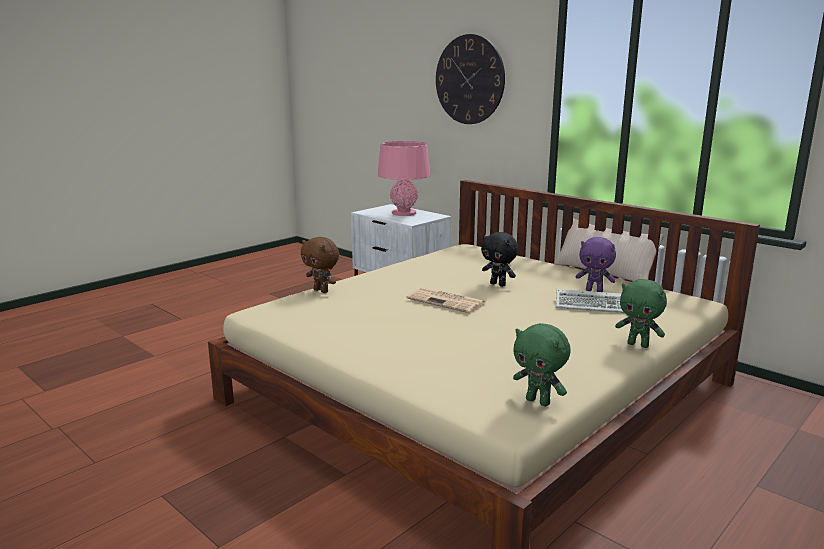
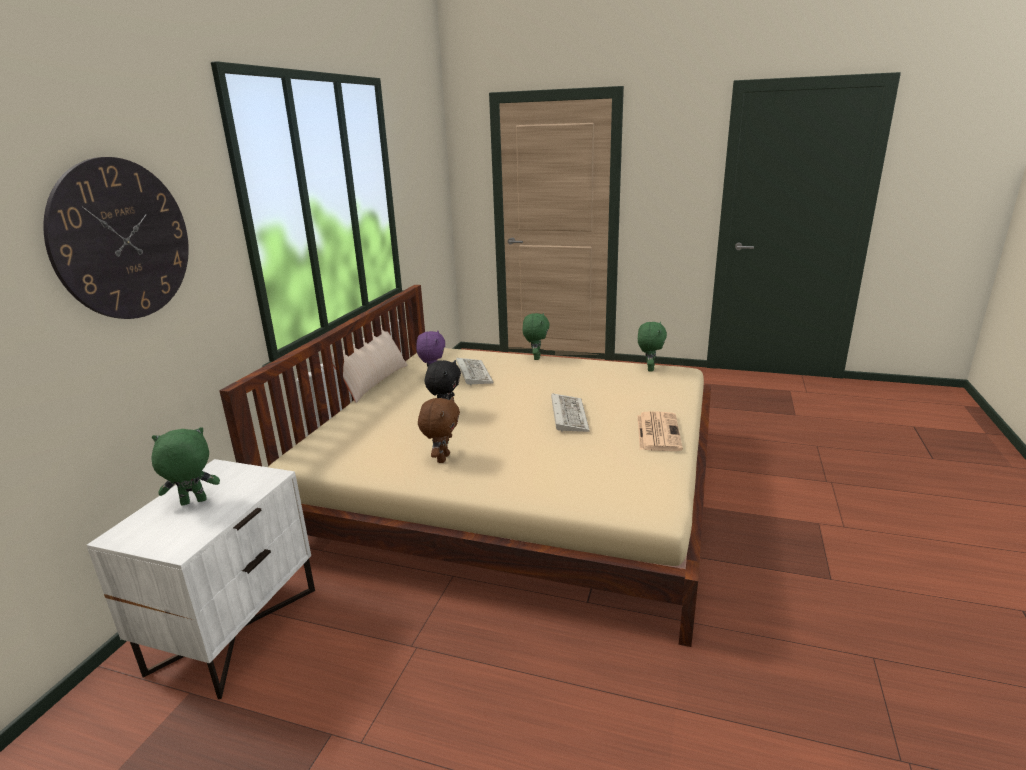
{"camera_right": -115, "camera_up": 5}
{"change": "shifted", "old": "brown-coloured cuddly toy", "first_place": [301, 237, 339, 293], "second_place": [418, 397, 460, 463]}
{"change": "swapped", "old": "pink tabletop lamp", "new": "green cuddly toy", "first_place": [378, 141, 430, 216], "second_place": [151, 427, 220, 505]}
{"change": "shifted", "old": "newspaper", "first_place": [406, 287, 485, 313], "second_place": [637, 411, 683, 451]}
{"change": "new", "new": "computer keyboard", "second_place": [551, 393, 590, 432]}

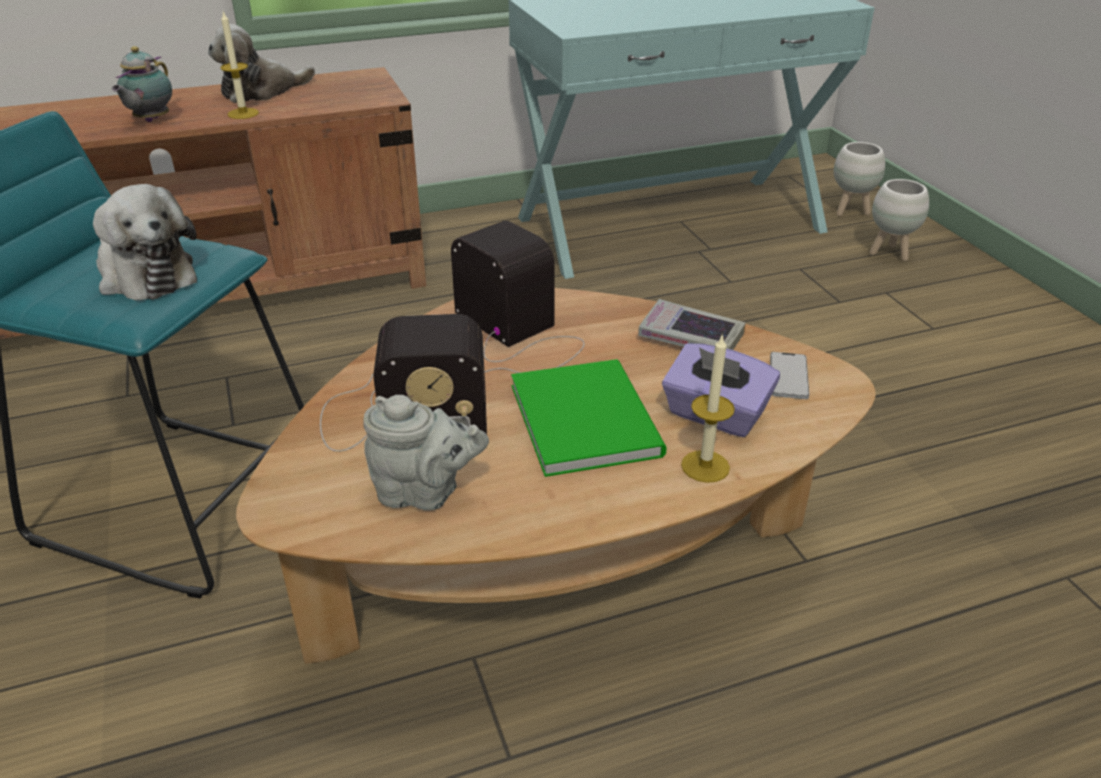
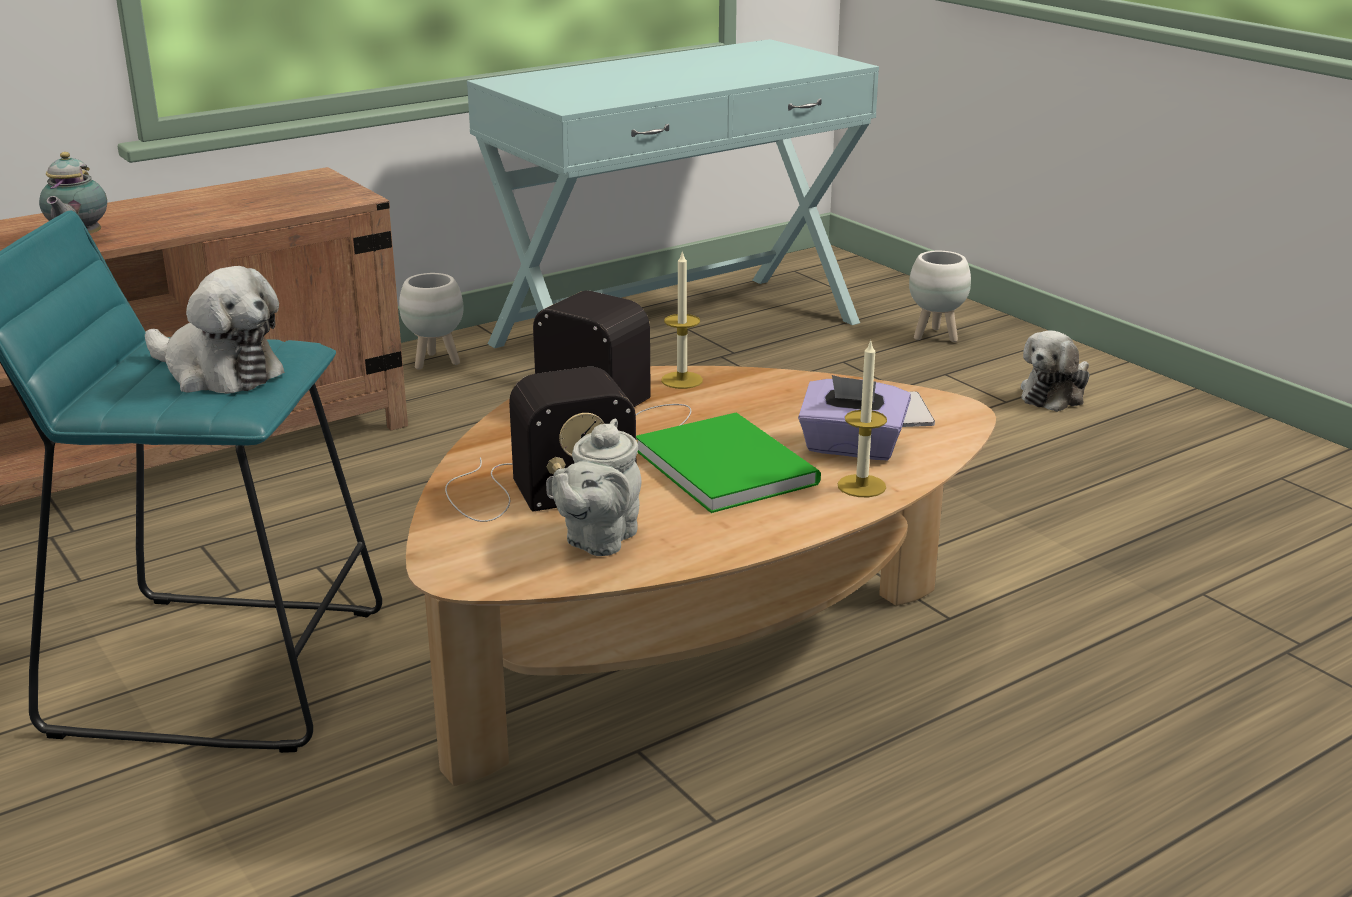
{"camera_right": -15, "camera_up": -10}
{"change": "shifted", "old": "cuddly toy", "first_place": [208, 24, 315, 103], "second_place": [1021, 330, 1089, 412]}
{"change": "shifted", "old": "candle", "first_place": [220, 11, 259, 119], "second_place": [661, 251, 703, 389]}
{"change": "rotated", "old": "gray pot for tea", "first_place": [363, 395, 489, 510], "second_place": [552, 419, 642, 556], "degrees": 120}
{"change": "gone", "old": "book", "first_place": [638, 299, 746, 350]}
{"change": "shifted", "old": "white-coloured flower pot", "first_place": [834, 142, 885, 216], "second_place": [399, 273, 464, 370]}

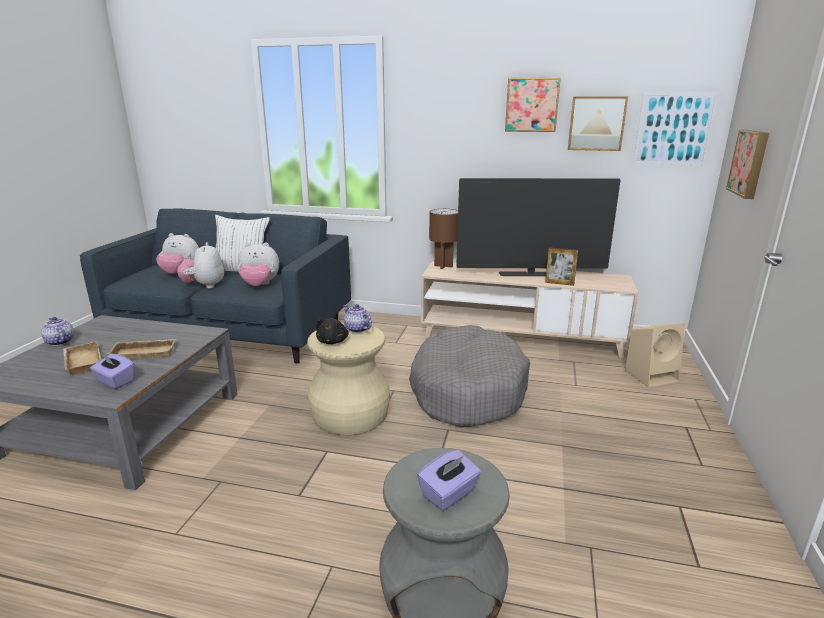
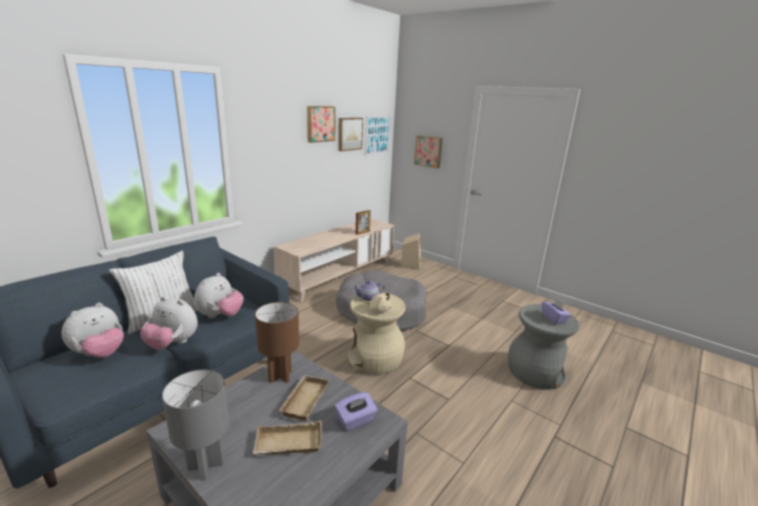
{"camera_right": -65, "camera_up": 0}
{"change": "swapped", "old": "pot for tea", "new": "gray tabletop lamp", "first_place": [41, 317, 74, 346], "second_place": [162, 370, 229, 481]}
{"change": "repainted", "old": "black-coloured cuddly toy", "new": "beige cuddly toy", "first_place": [316, 318, 349, 344], "second_place": [363, 292, 391, 313]}
{"change": "shifted", "old": "brown-coloured tabletop lamp", "first_place": [429, 209, 458, 269], "second_place": [255, 302, 299, 383]}
{"change": "gone", "old": "TV set", "first_place": [456, 178, 621, 276]}

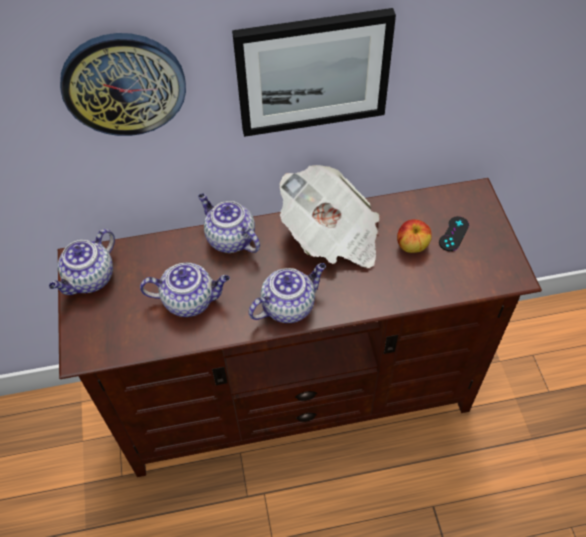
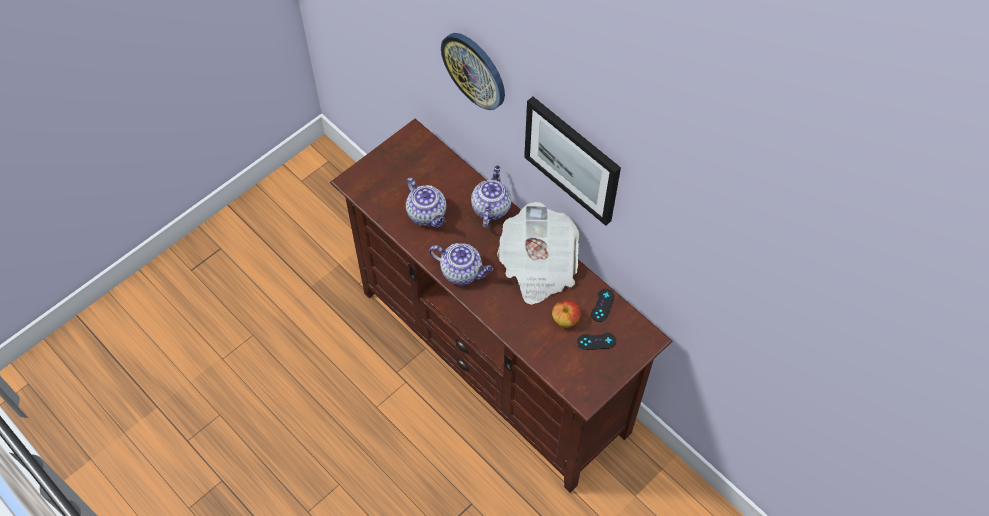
{"camera_right": 55, "camera_up": 5}
{"change": "gone", "old": "pot for tea", "first_place": [49, 229, 115, 295]}
{"change": "new", "new": "black-coloured joypad", "second_place": [591, 289, 615, 322]}

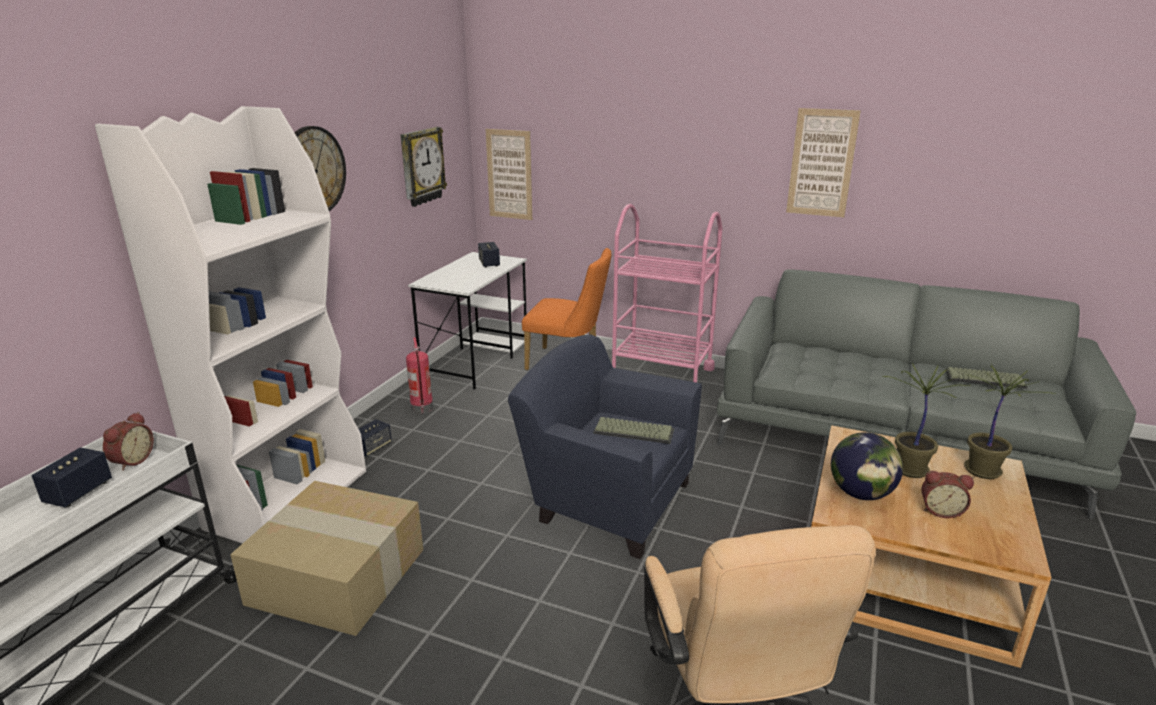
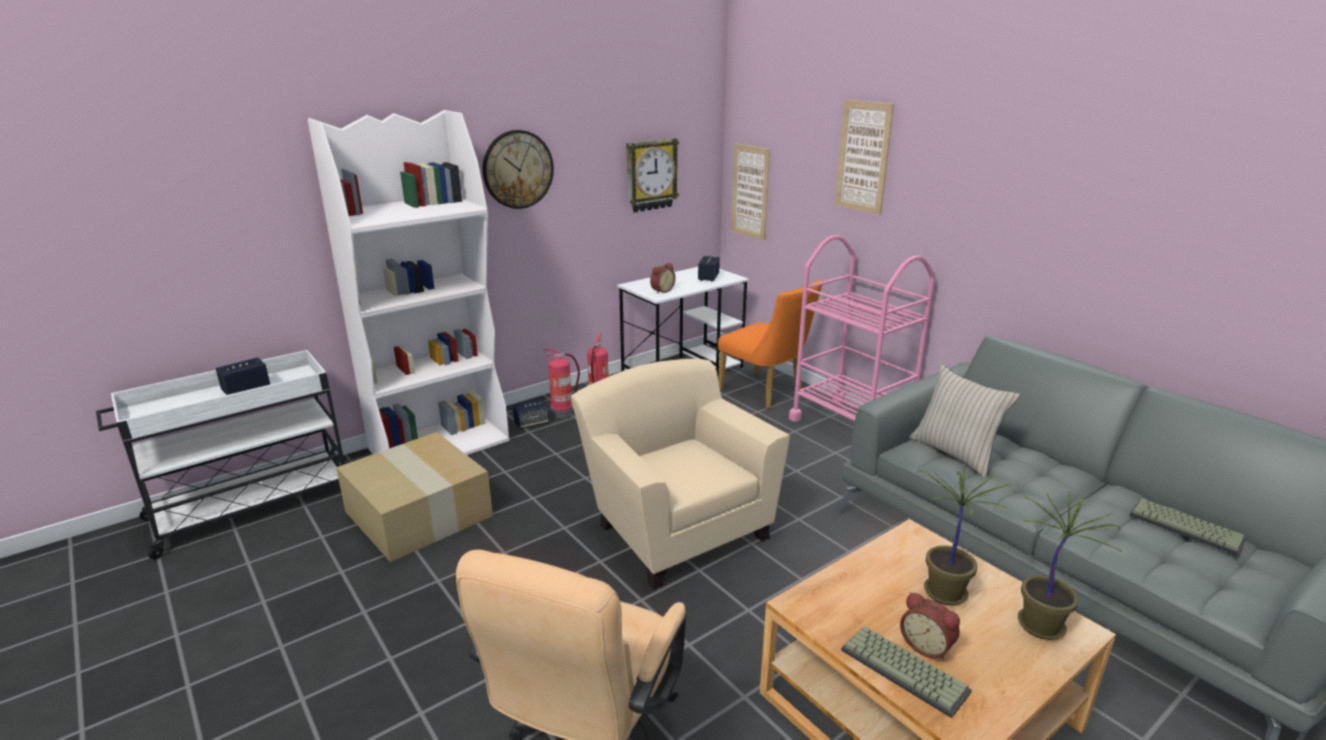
{"camera_right": 30, "camera_up": 0}
{"change": "shifted", "old": "bedside clock", "first_place": [103, 412, 154, 471], "second_place": [650, 263, 676, 294]}
{"change": "repainted", "old": "blue-coloured armchair", "new": "beige armchair", "first_place": [508, 335, 702, 559], "second_place": [571, 359, 790, 589]}
{"change": "shifted", "old": "computer keyboard", "first_place": [593, 417, 674, 444], "second_place": [841, 626, 972, 718]}
{"change": "shifted", "old": "picture", "first_place": [786, 108, 861, 217], "second_place": [835, 100, 894, 215]}
{"change": "gone", "old": "globe", "first_place": [831, 432, 903, 500]}
{"change": "new", "new": "fire-fighting cylinder", "second_place": [544, 349, 580, 418]}
{"change": "new", "new": "beige pillow", "second_place": [910, 363, 1020, 478]}

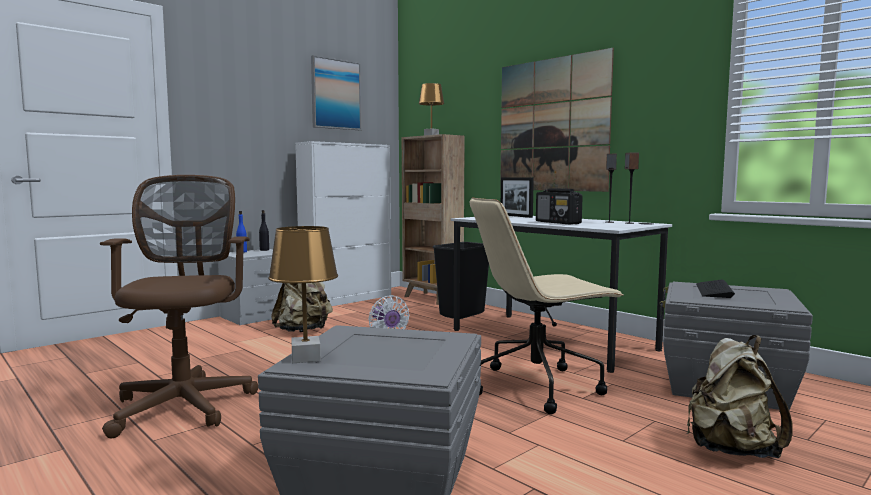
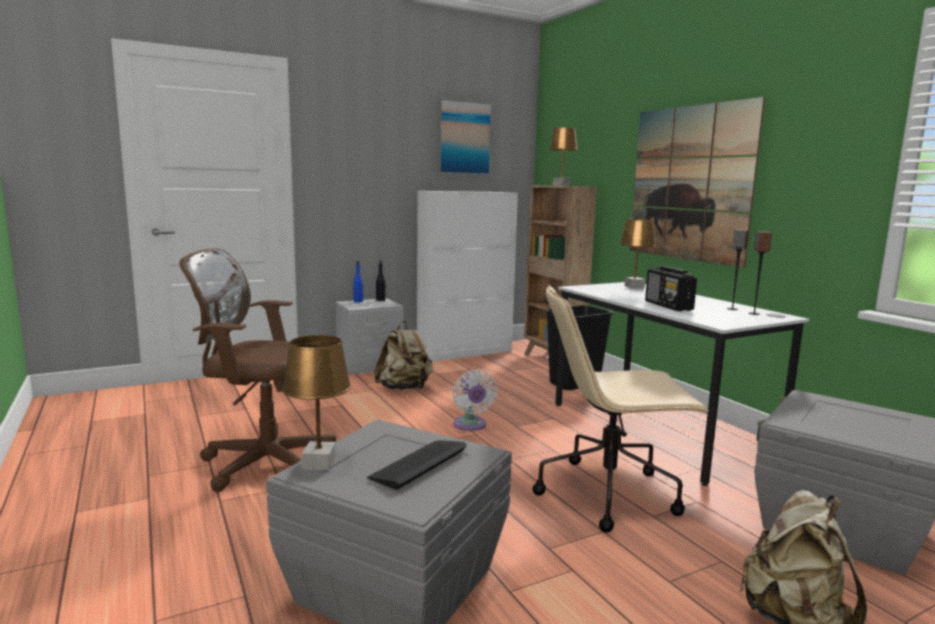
{"camera_right": 15, "camera_up": 5}
{"change": "rotated", "old": "brown-coloured desk chair", "first_place": [100, 175, 258, 438], "second_place": [179, 248, 336, 492], "degrees": -90}
{"change": "swapped", "old": "photo frame", "new": "brown-coloured tabletop lamp", "first_place": [501, 177, 534, 218], "second_place": [620, 219, 656, 289]}
{"change": "shifted", "old": "computer keyboard", "first_place": [696, 279, 735, 298], "second_place": [367, 440, 467, 490]}

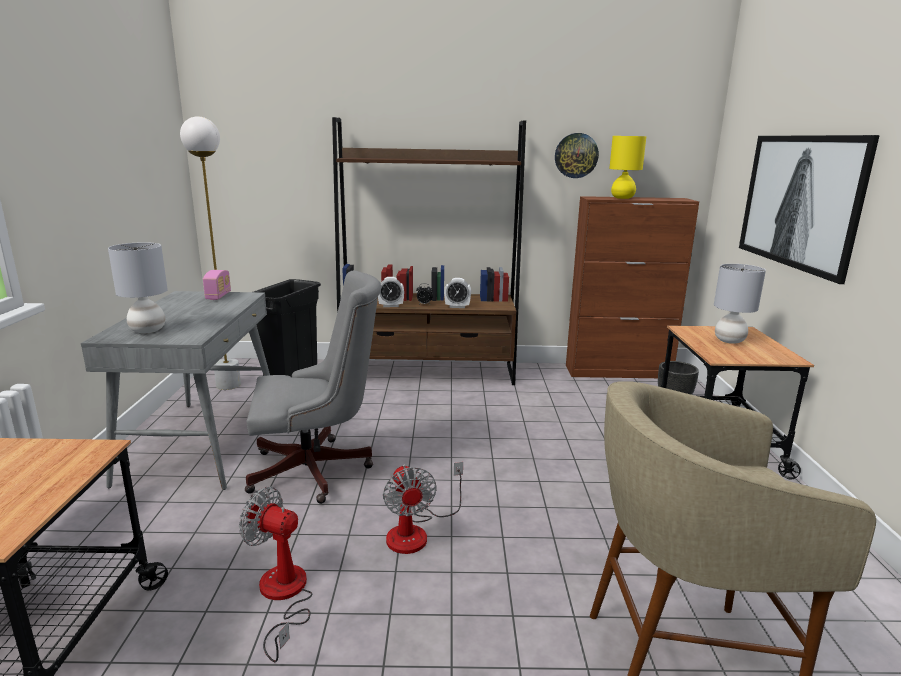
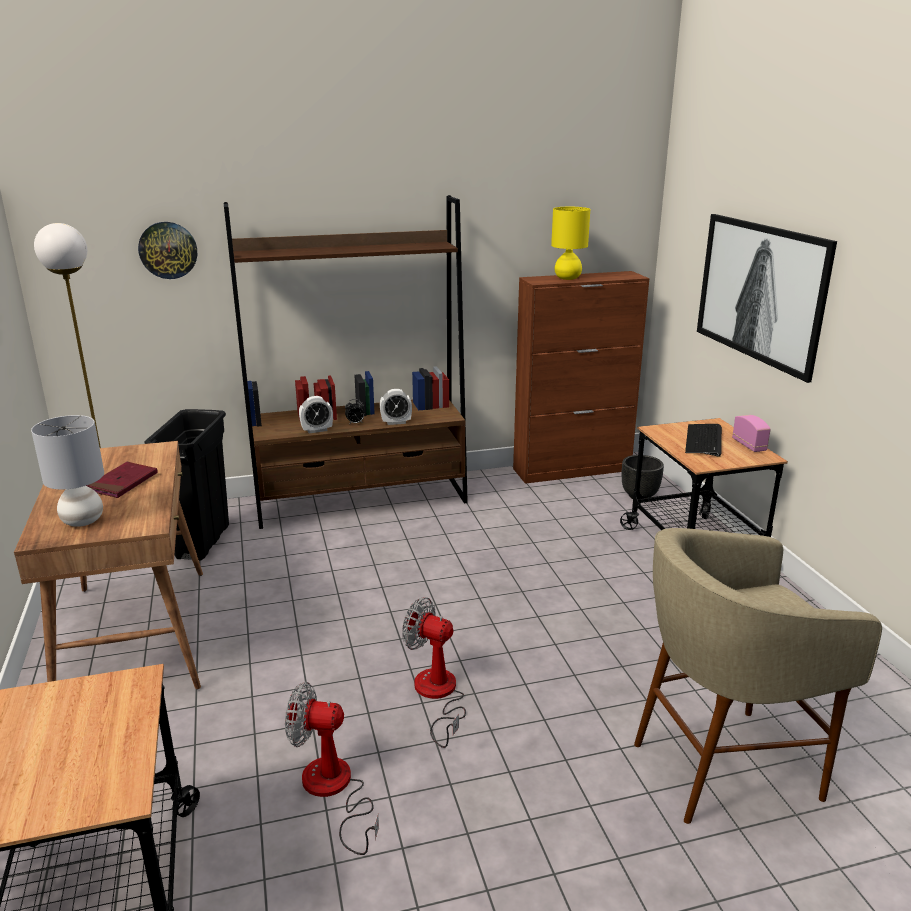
{"camera_right": -15, "camera_up": 5}
{"change": "repainted", "old": "gray desk", "new": "brown-coloured desk", "first_place": [81, 291, 270, 490], "second_place": [14, 441, 203, 690]}
{"change": "shifted", "old": "radio", "first_place": [203, 270, 231, 300], "second_place": [732, 415, 771, 452]}
{"change": "gone", "old": "gray desk chair", "first_place": [245, 271, 381, 504]}
{"change": "rotated", "old": "electric fan", "first_place": [383, 462, 463, 554], "second_place": [402, 597, 466, 748], "degrees": 150}
{"change": "shifted", "old": "clock on the wall", "first_place": [555, 133, 599, 178], "second_place": [138, 222, 197, 279]}
{"change": "swapped", "old": "gray tabletop lamp", "new": "computer keyboard", "first_place": [714, 264, 766, 344], "second_place": [685, 424, 722, 457]}
{"change": "new", "new": "reddish book", "second_place": [86, 462, 158, 498]}

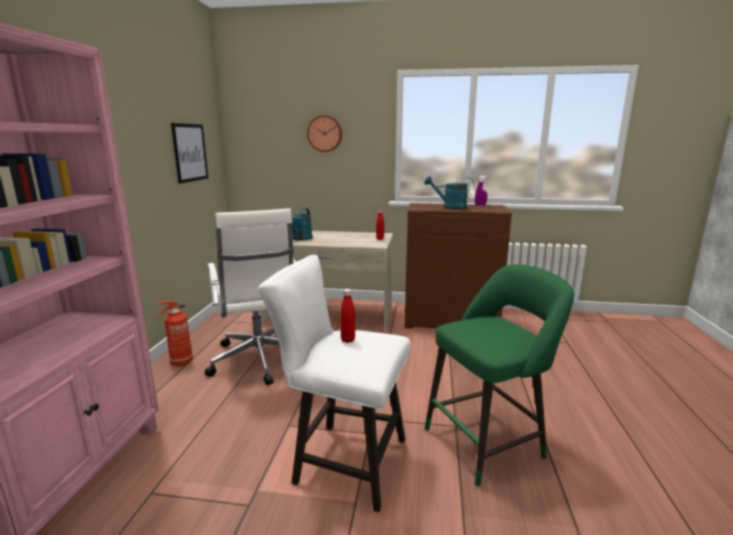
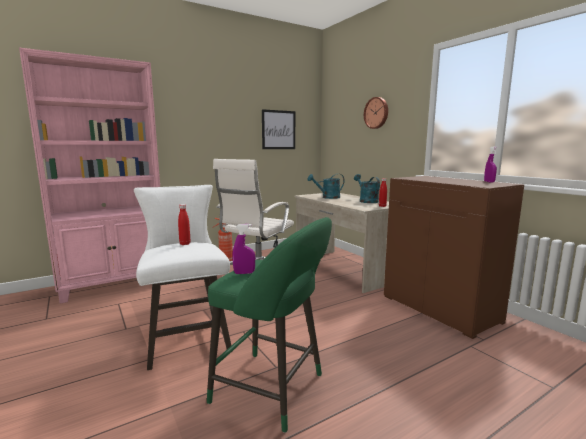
{"camera_right": 50, "camera_up": -5}
{"change": "shifted", "old": "turquoise watering pot", "first_place": [424, 176, 475, 210], "second_place": [354, 174, 380, 203]}
{"change": "new", "new": "purple-coloured sprayer", "second_place": [233, 224, 255, 274]}

